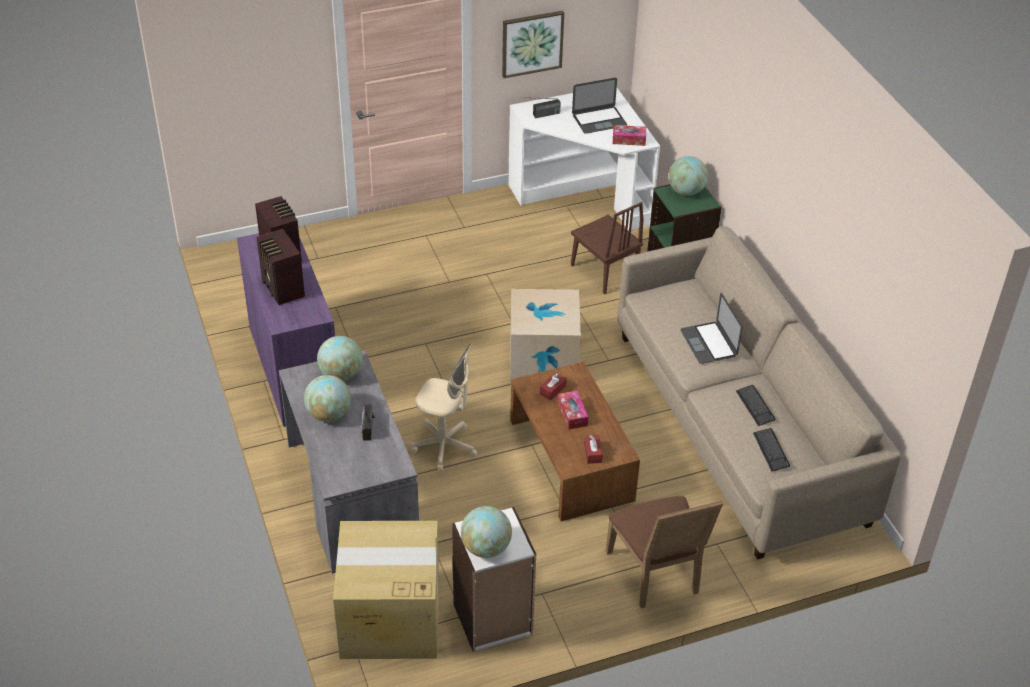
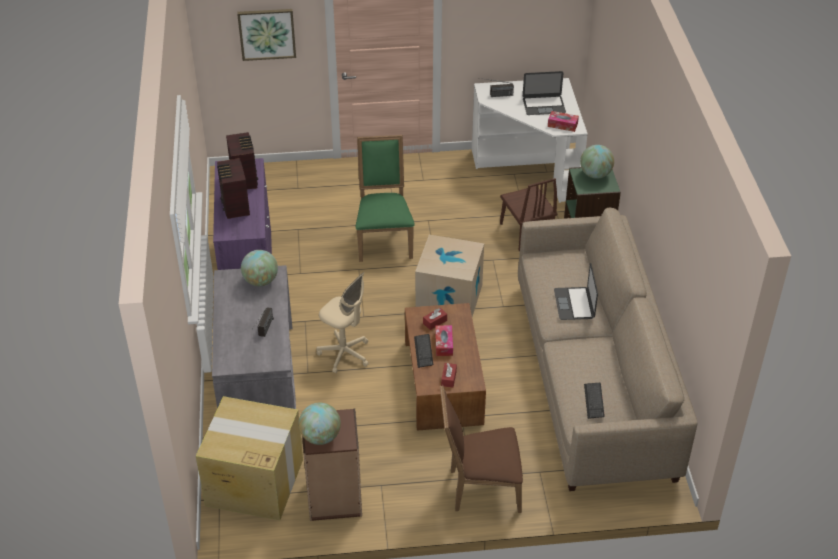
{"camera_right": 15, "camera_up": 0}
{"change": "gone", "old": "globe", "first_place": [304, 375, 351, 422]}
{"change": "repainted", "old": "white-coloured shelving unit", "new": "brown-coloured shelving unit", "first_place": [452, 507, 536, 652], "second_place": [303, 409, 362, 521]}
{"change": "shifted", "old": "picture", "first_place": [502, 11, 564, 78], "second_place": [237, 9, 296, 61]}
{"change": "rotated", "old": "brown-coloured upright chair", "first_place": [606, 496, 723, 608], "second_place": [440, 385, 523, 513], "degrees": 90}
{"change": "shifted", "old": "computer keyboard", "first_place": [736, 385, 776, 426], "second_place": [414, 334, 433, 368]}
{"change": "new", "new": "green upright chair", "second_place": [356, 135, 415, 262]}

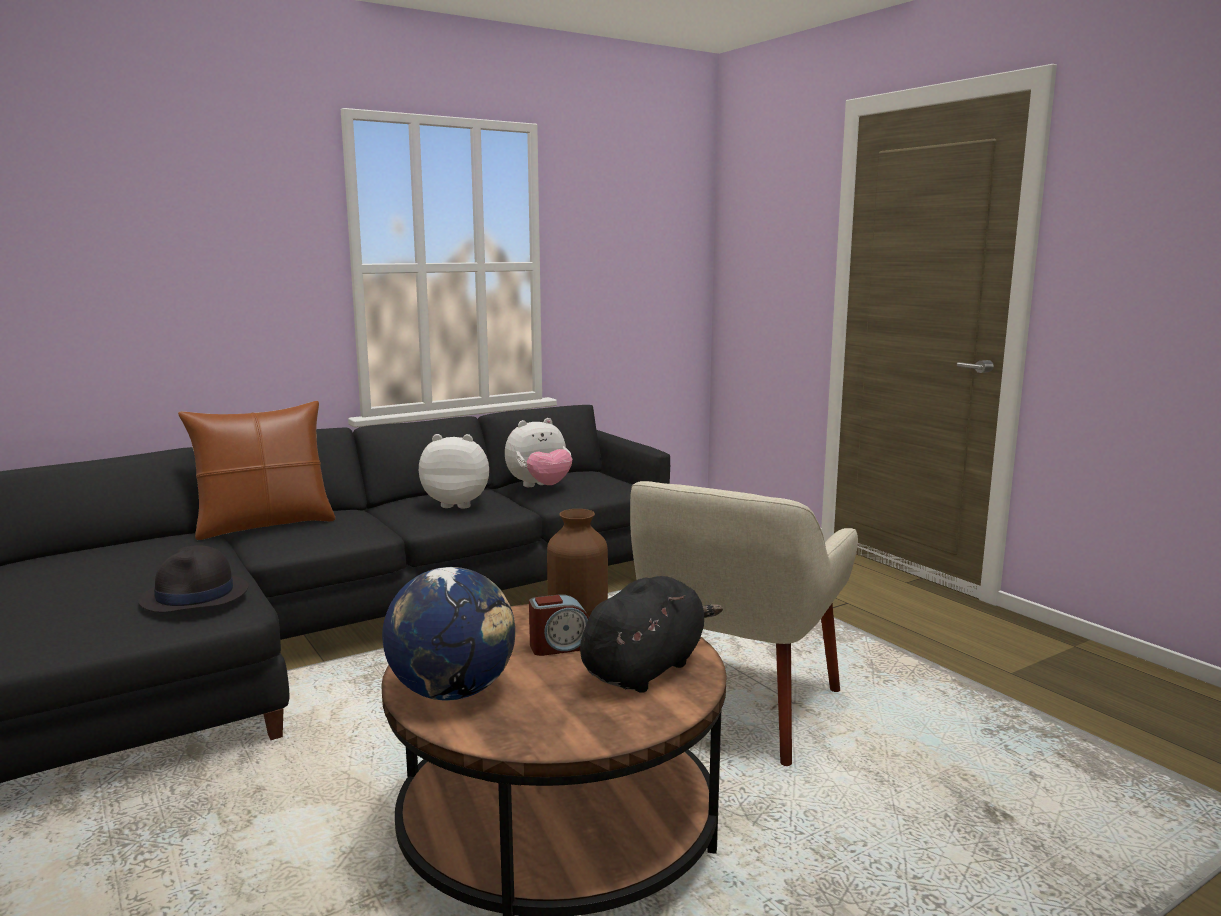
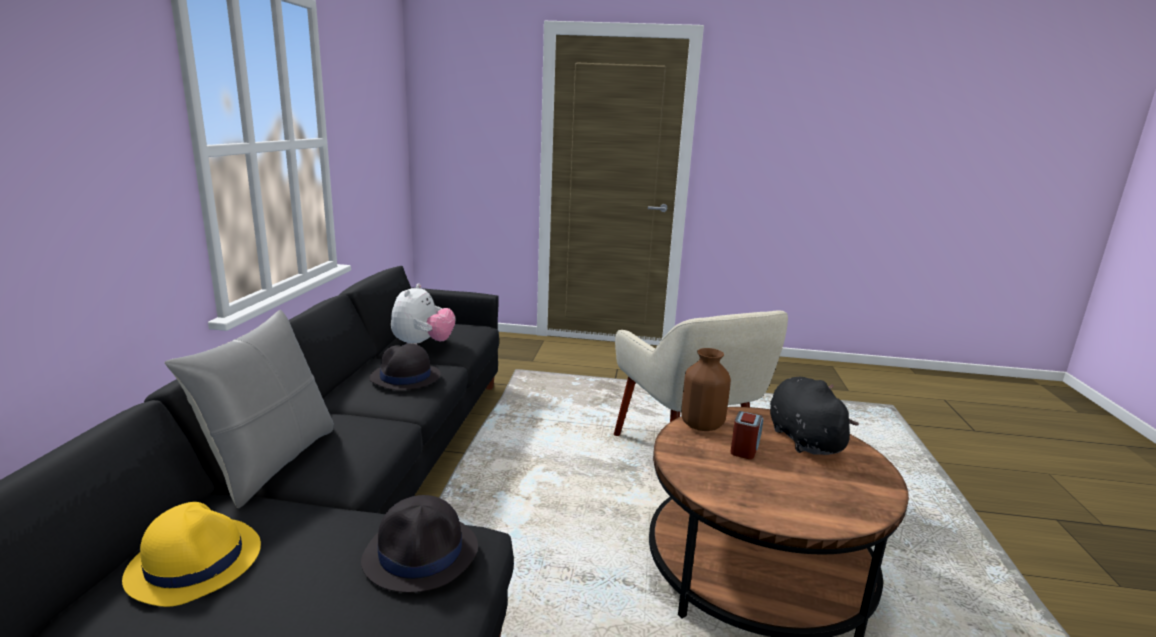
{"camera_right": -50, "camera_up": 5}
{"change": "repainted", "old": "brown-coloured pillow", "new": "gray pillow", "first_place": [178, 401, 336, 540], "second_place": [165, 310, 334, 508]}
{"change": "gone", "old": "globe", "first_place": [382, 567, 515, 701]}
{"change": "swapped", "old": "cuddly toy", "new": "black-coloured clothing hat", "first_place": [419, 434, 489, 508], "second_place": [369, 343, 441, 390]}
{"change": "new", "new": "yellow clothing hat", "second_place": [122, 502, 261, 607]}

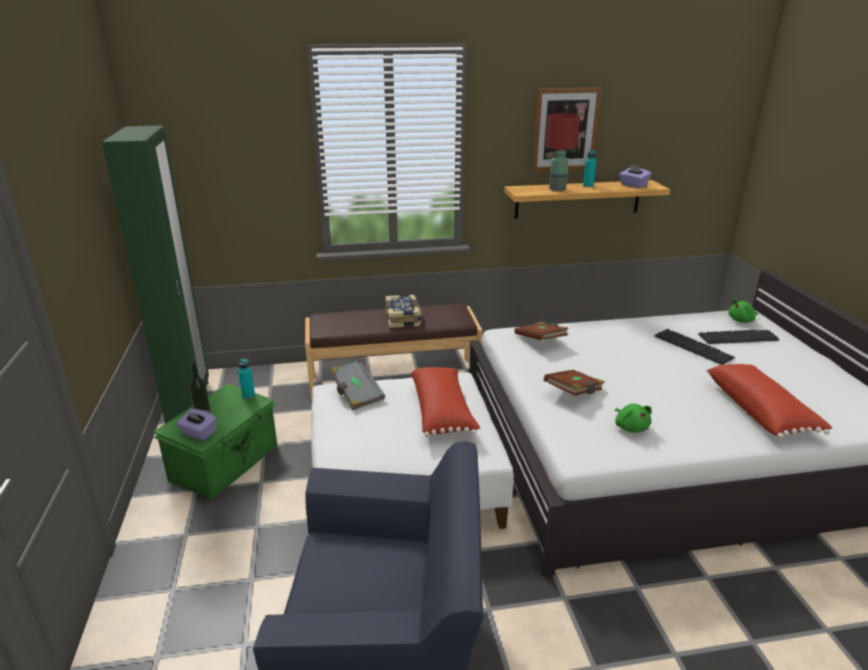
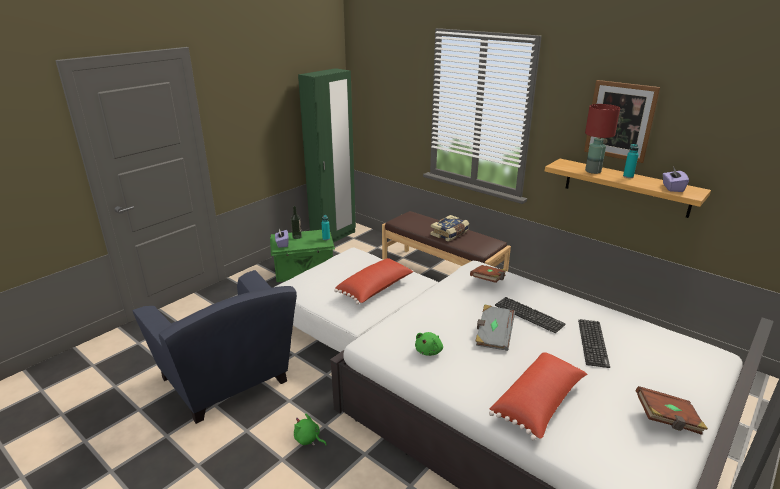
{"camera_right": 50, "camera_up": 0}
{"change": "shifted", "old": "gray book", "first_place": [330, 360, 385, 410], "second_place": [475, 305, 515, 351]}
{"change": "shifted", "old": "brown-coloured book", "first_place": [544, 370, 605, 396], "second_place": [635, 386, 708, 435]}
{"change": "shifted", "old": "computer keyboard", "first_place": [698, 330, 779, 344], "second_place": [495, 297, 566, 333]}
{"change": "shifted", "old": "green cuddly toy", "first_place": [728, 298, 758, 323], "second_place": [294, 413, 327, 446]}

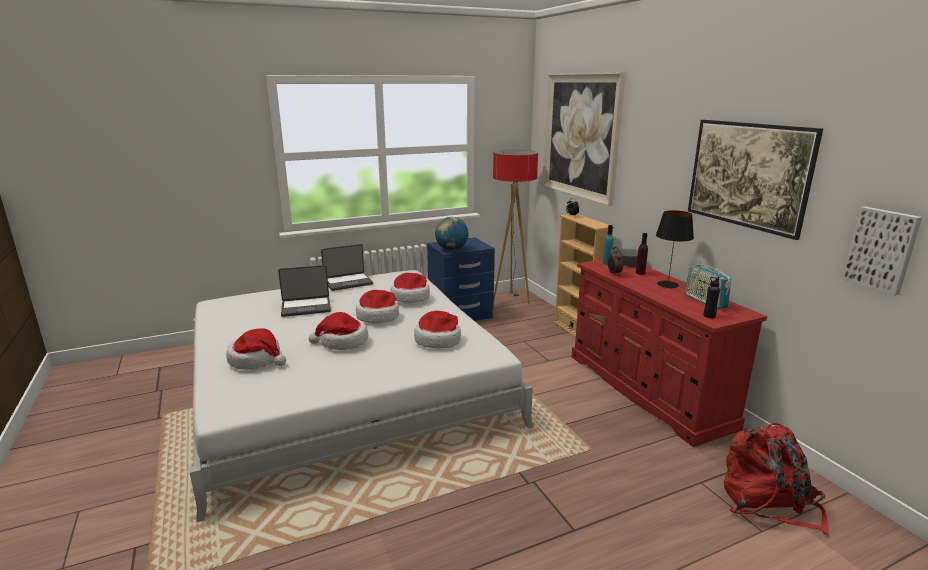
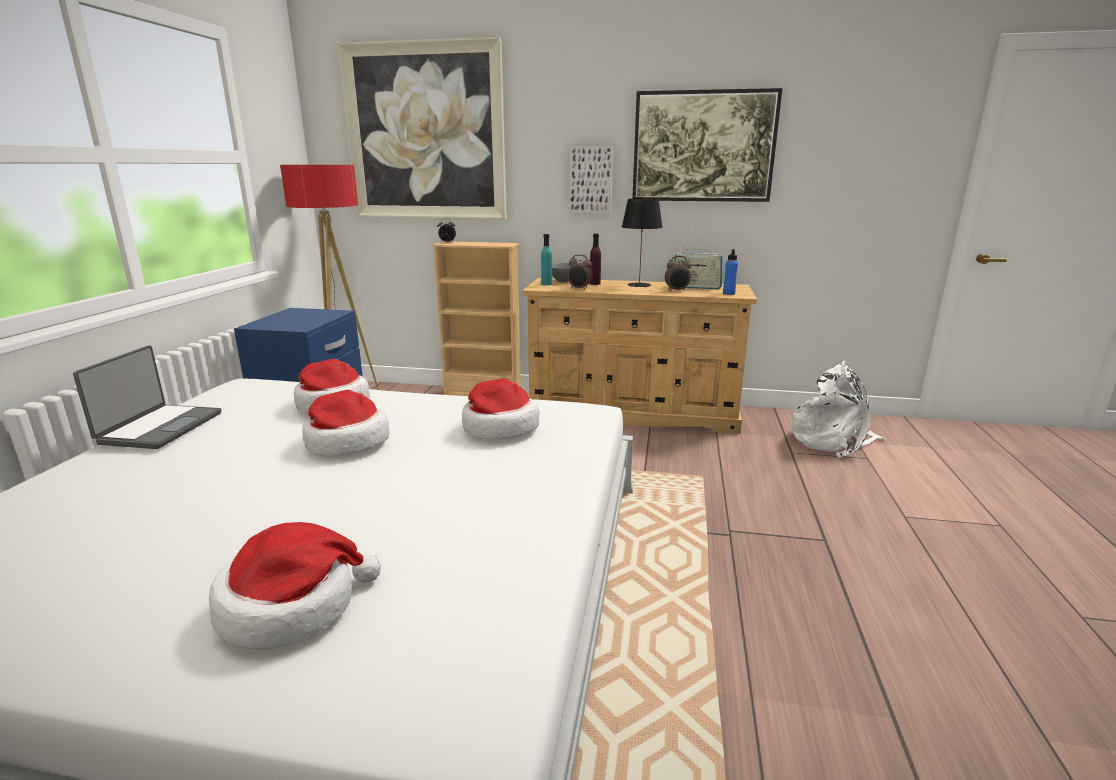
{"camera_right": -55, "camera_up": 0}
{"change": "gone", "old": "laptop", "first_place": [278, 265, 331, 317]}
{"change": "gone", "old": "clothing hat", "first_place": [309, 312, 368, 350]}
{"change": "gone", "old": "globe", "first_place": [435, 217, 469, 251]}
{"change": "repainted", "old": "reddish chest of drawers", "new": "beige chest of drawers", "first_place": [572, 259, 767, 447], "second_place": [522, 278, 757, 434]}
{"change": "repainted", "old": "black-coloured beverage bottle", "new": "blue-coloured beverage bottle", "first_place": [704, 276, 720, 318], "second_place": [723, 249, 738, 295]}
{"change": "repainted", "old": "reddish rucksack", "new": "white-coloured rucksack", "first_place": [724, 423, 829, 535], "second_place": [792, 361, 886, 458]}
{"change": "shifted", "old": "picture", "first_place": [842, 206, 922, 296], "second_place": [570, 146, 613, 213]}
{"change": "new", "new": "bedside clock", "second_place": [665, 256, 691, 291]}

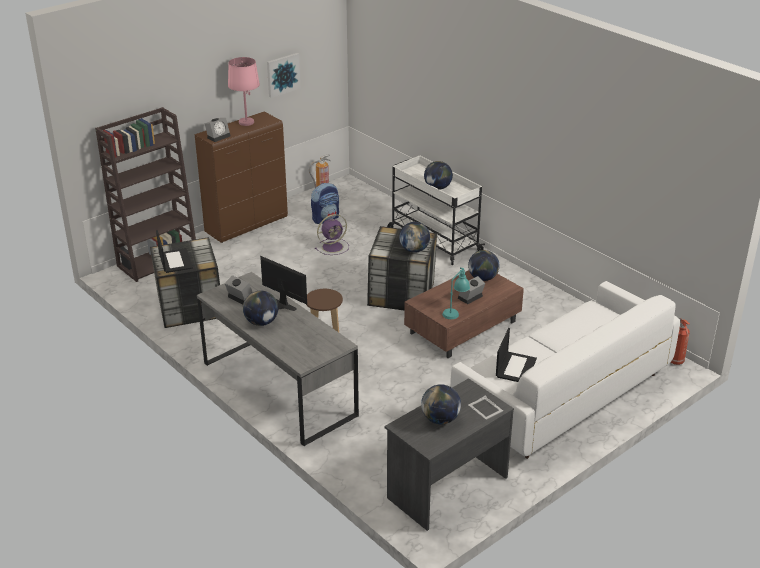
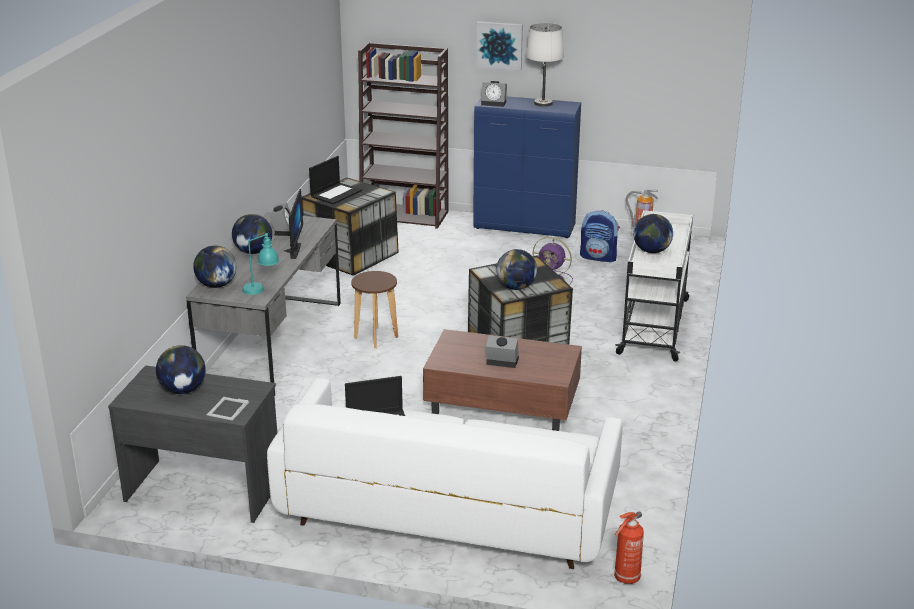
{"camera_right": 55, "camera_up": -5}
{"change": "repainted", "old": "brown-coloured cabinet", "new": "blue-coloured cabinet", "first_place": [195, 112, 288, 243], "second_place": [473, 96, 581, 238]}
{"change": "repainted", "old": "pink tabletop lamp", "new": "white-coloured tabletop lamp", "first_place": [228, 57, 260, 126], "second_place": [526, 23, 564, 107]}
{"change": "shifted", "old": "picture", "first_place": [267, 53, 300, 98], "second_place": [477, 21, 523, 70]}
{"change": "shifted", "old": "turquoise tabletop lamp", "first_place": [442, 267, 470, 319], "second_place": [242, 233, 279, 295]}
{"change": "shifted", "old": "globe", "first_place": [468, 250, 499, 281], "second_place": [193, 246, 236, 288]}

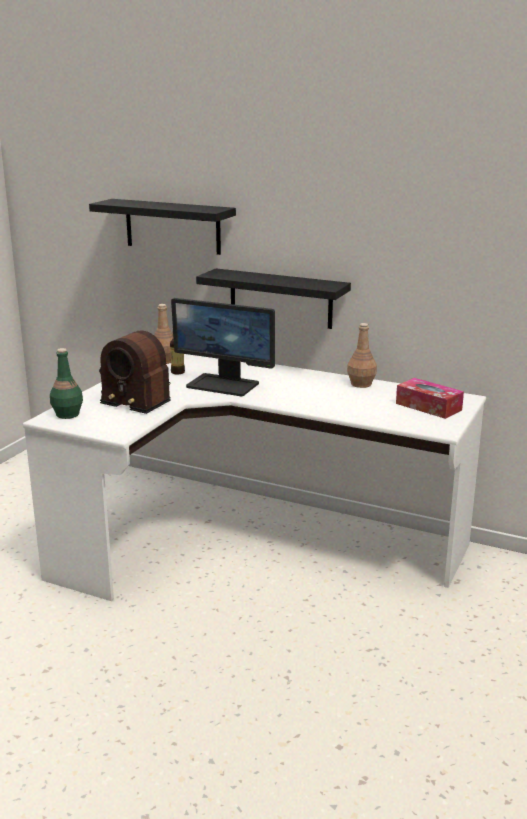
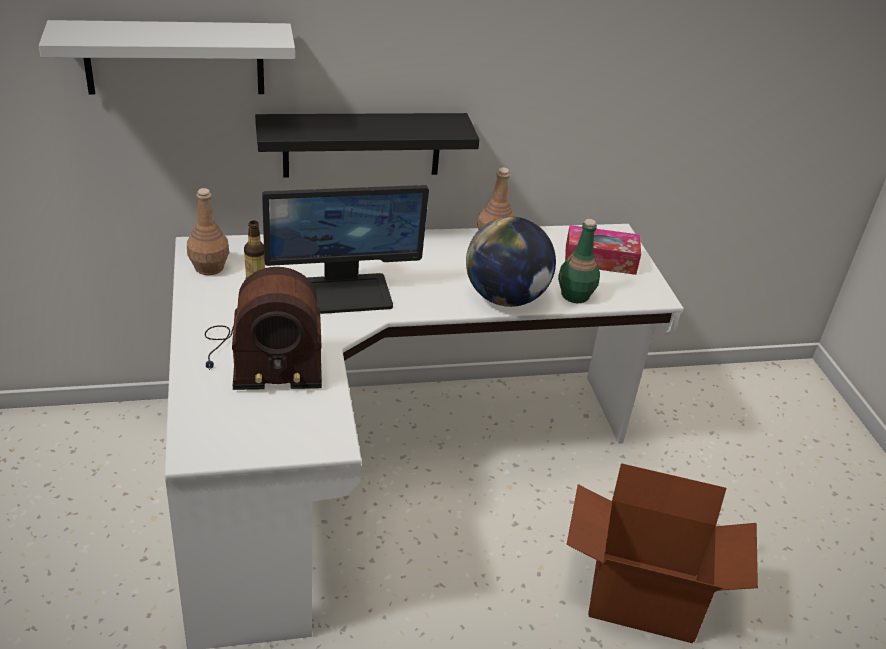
{"camera_right": -40, "camera_up": 15}
{"change": "shifted", "old": "green beverage bottle", "first_place": [50, 348, 83, 419], "second_place": [558, 219, 600, 303]}
{"change": "repainted", "old": "black-coloured bracket shelf", "new": "white-coloured bracket shelf", "first_place": [89, 199, 236, 255], "second_place": [39, 20, 295, 95]}
{"change": "new", "new": "globe", "second_place": [466, 217, 556, 307]}
{"change": "new", "new": "packing box", "second_place": [566, 463, 758, 643]}

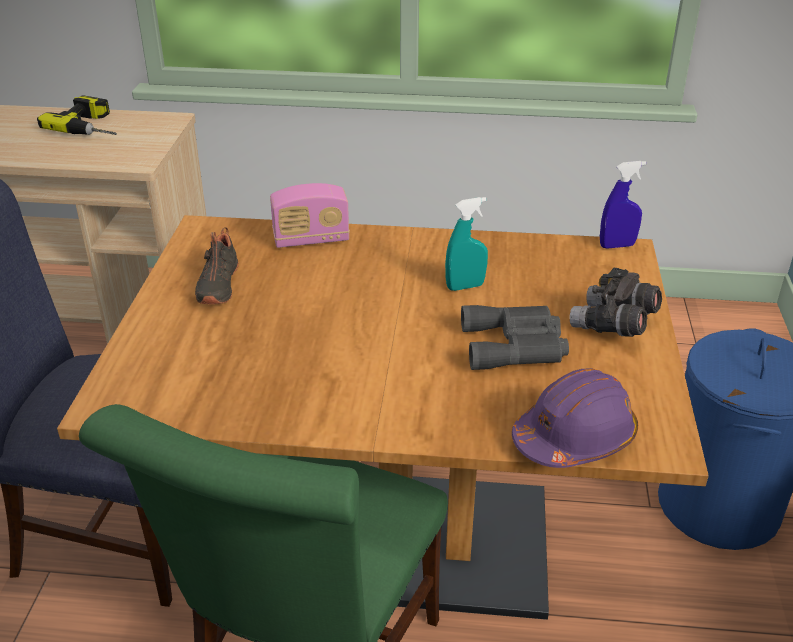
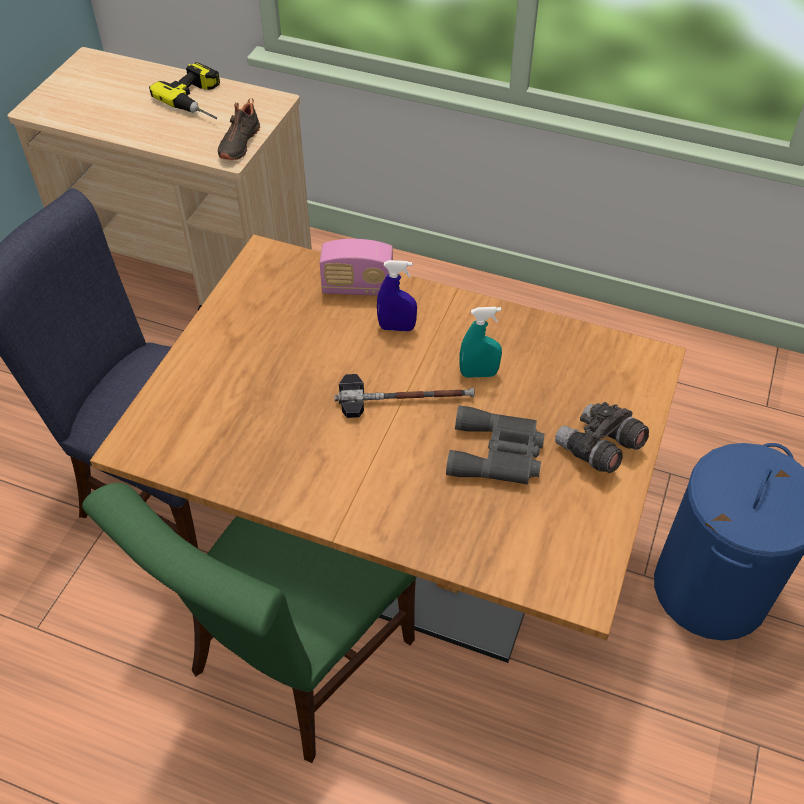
{"camera_right": 15, "camera_up": 15}
{"change": "shifted", "old": "black-coloured item of footwear", "first_place": [195, 227, 239, 304], "second_place": [218, 98, 260, 160]}
{"change": "gone", "old": "purple-coloured work helmet", "first_place": [512, 368, 638, 468]}
{"change": "shifted", "old": "blue-coloured sprayer", "first_place": [600, 161, 646, 249], "second_place": [377, 260, 417, 331]}
{"change": "new", "new": "hammer", "second_place": [334, 374, 475, 418]}

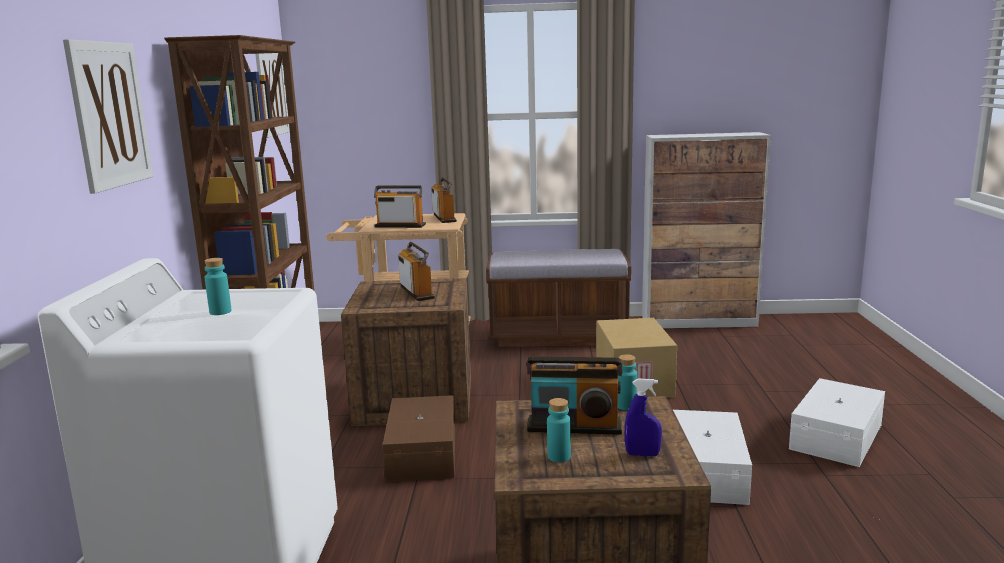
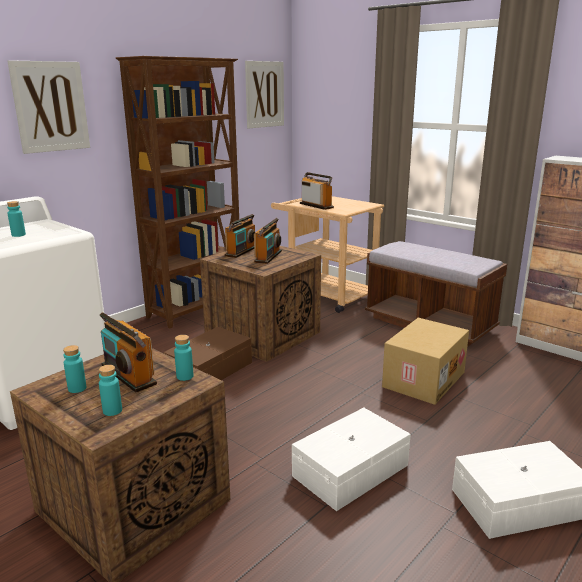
{"camera_right": 40, "camera_up": 5}
{"change": "shifted", "old": "radio", "first_place": [431, 177, 457, 223], "second_place": [225, 214, 255, 258]}
{"change": "swapped", "old": "blue-coloured sprayer", "new": "turquoise beverage bottle", "first_place": [625, 378, 662, 457], "second_place": [99, 365, 122, 416]}

